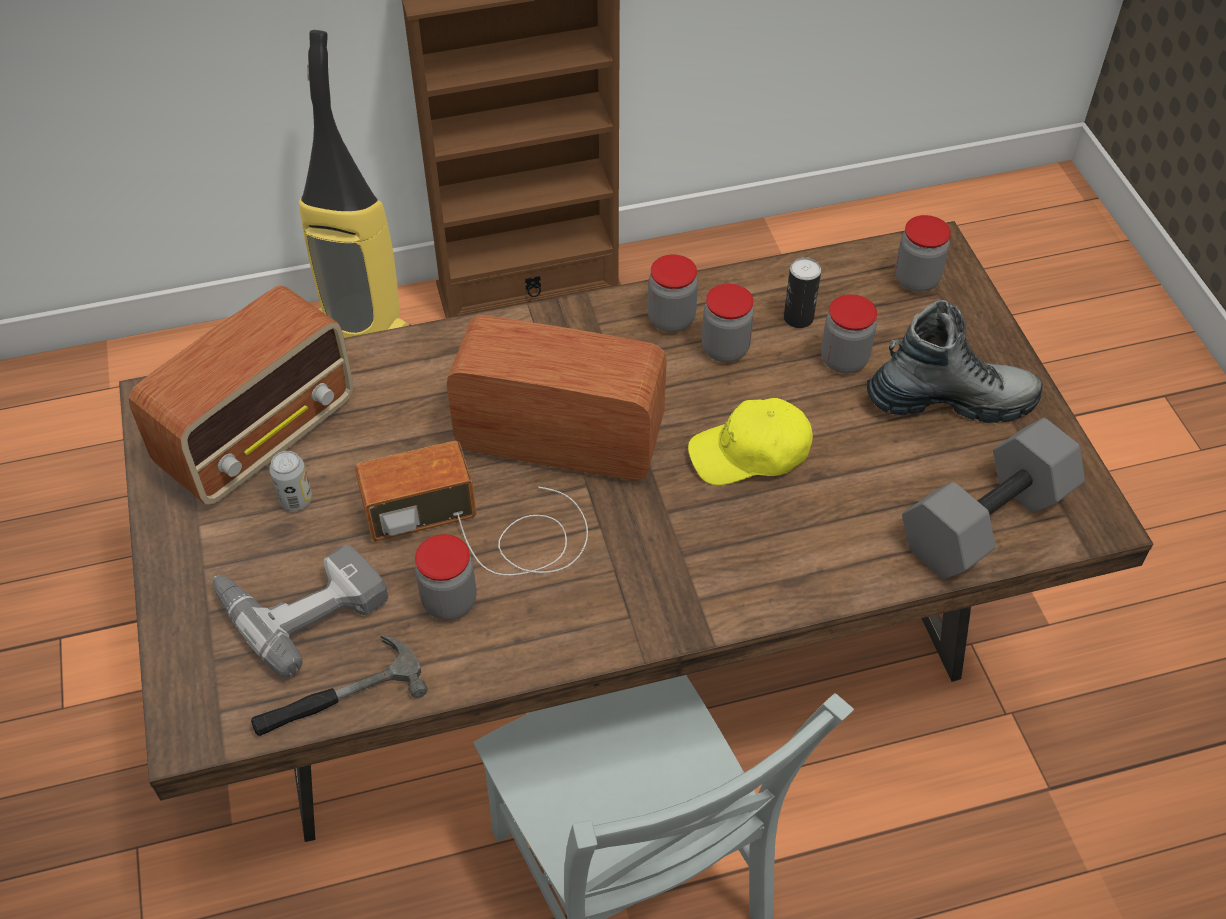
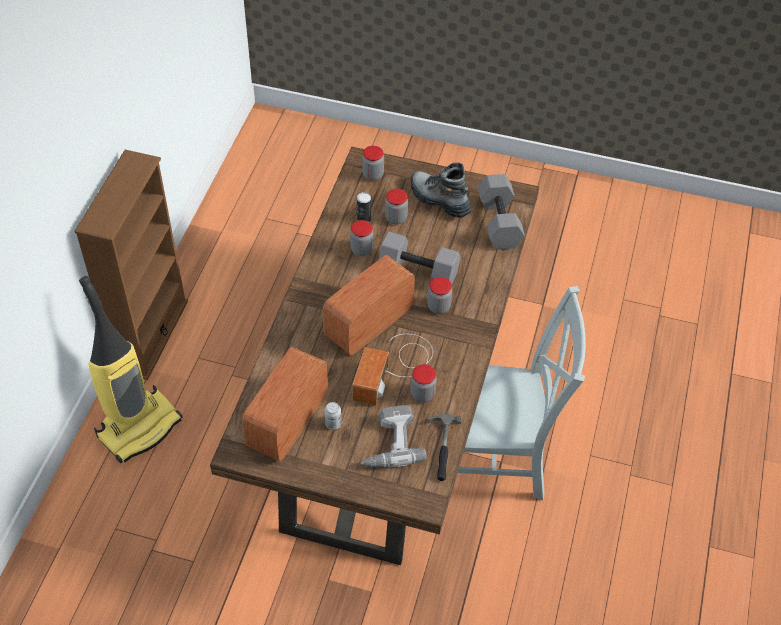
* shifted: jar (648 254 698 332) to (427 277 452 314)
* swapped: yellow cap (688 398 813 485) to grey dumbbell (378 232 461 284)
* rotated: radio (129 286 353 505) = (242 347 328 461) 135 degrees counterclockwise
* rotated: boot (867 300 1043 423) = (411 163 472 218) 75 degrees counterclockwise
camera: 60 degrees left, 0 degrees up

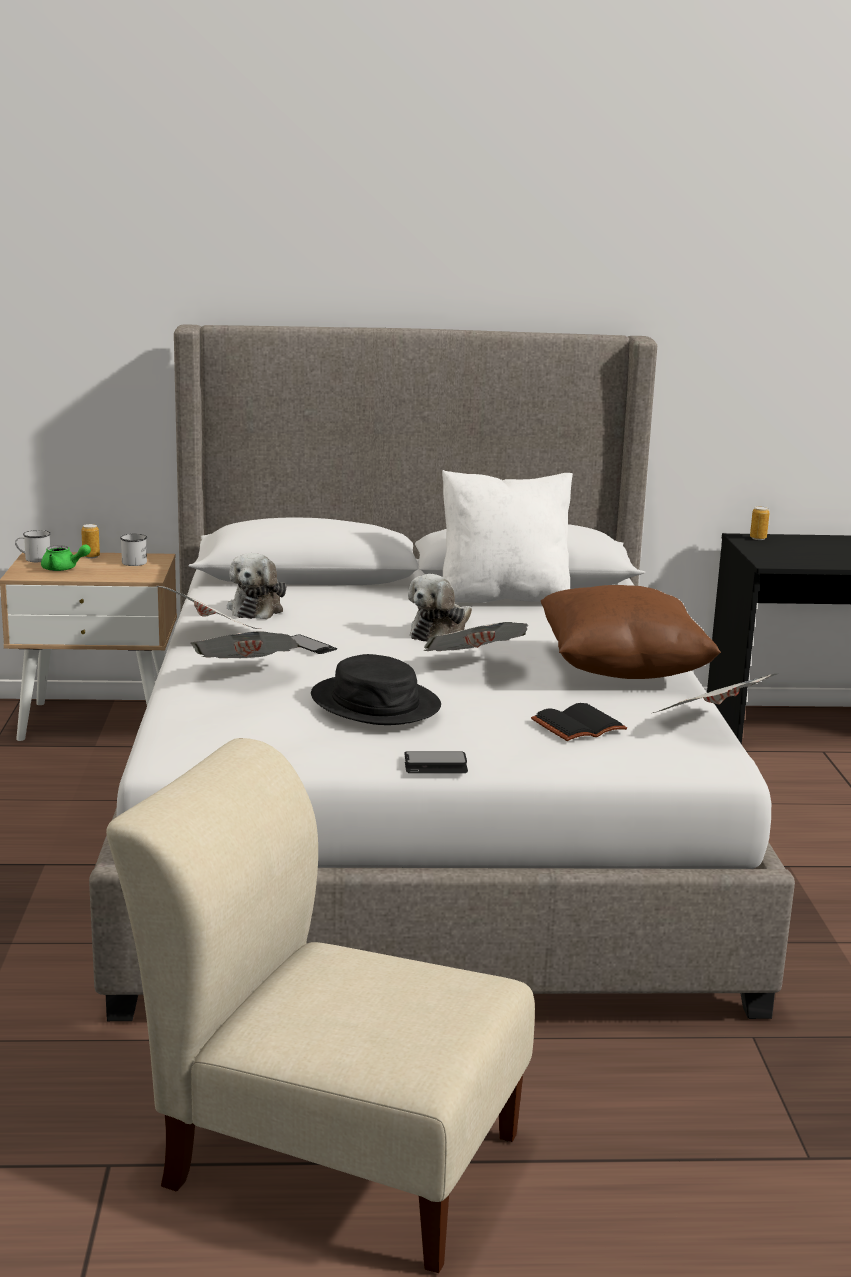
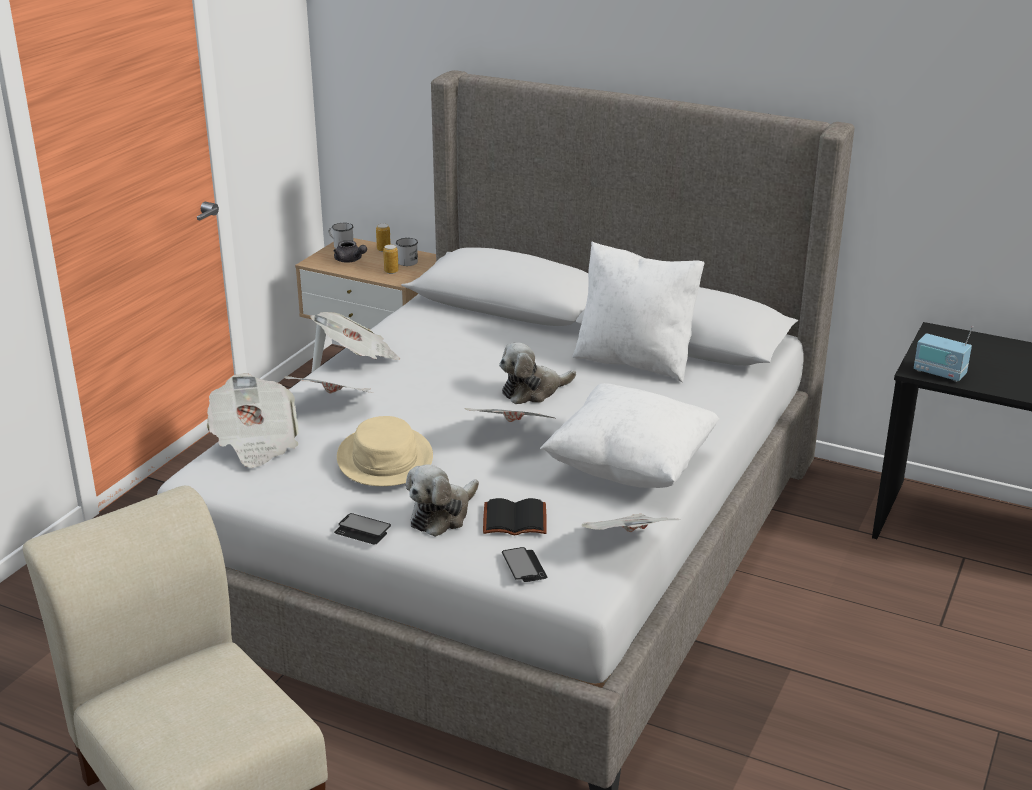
* new: newspaper (206 373 299 468)
* new: radio (914 326 973 382)
* shifted: plush toy (227 553 286 619) to (406 464 479 537)
* shifted: phone (291 635 337 654) to (502 547 547 582)
* shifted: can (750 506 770 540) to (383 244 399 274)
* repainted: green teapot (41 544 91 571) to grey teapot (334 240 367 263)
* repainted: black hat (311 654 441 725) to beige hat (337 416 433 486)
* repainted: brown pillow (541 585 721 679) to white pillow (540 383 719 488)
camera: 30 degrees right, 10 degrees up

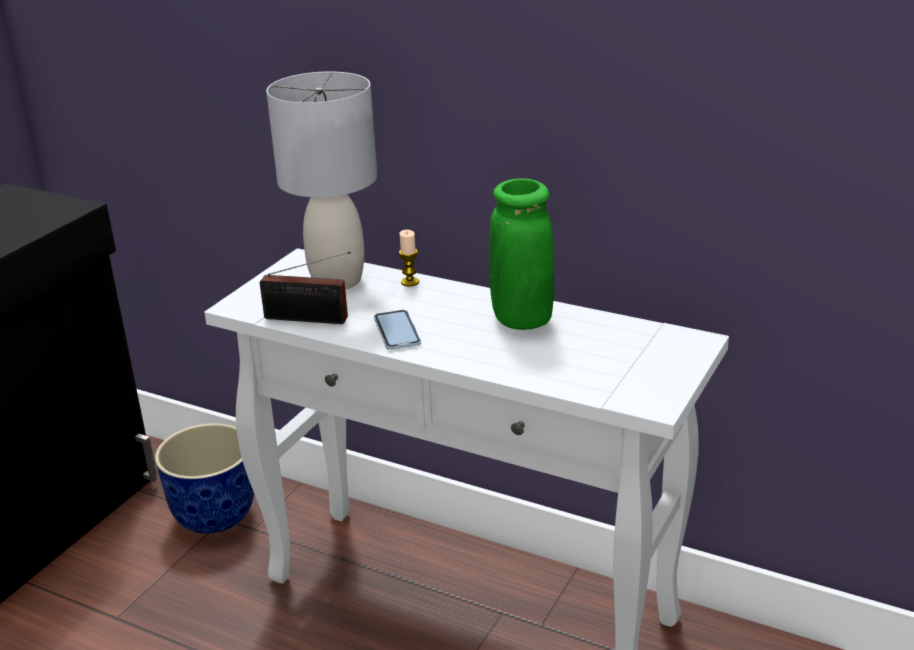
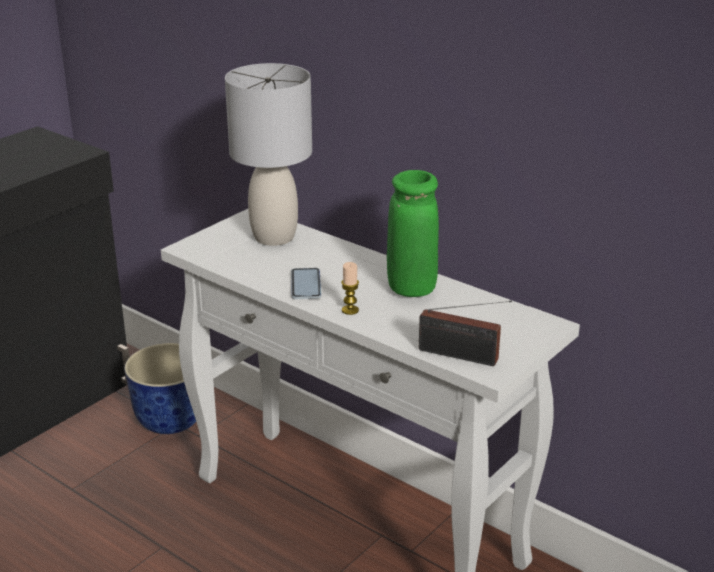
* shifted: radio (260 252 351 324) to (419 300 512 366)
* shifted: candle (399 230 419 286) to (341 262 359 315)
camera: 10 degrees right, 0 degrees up

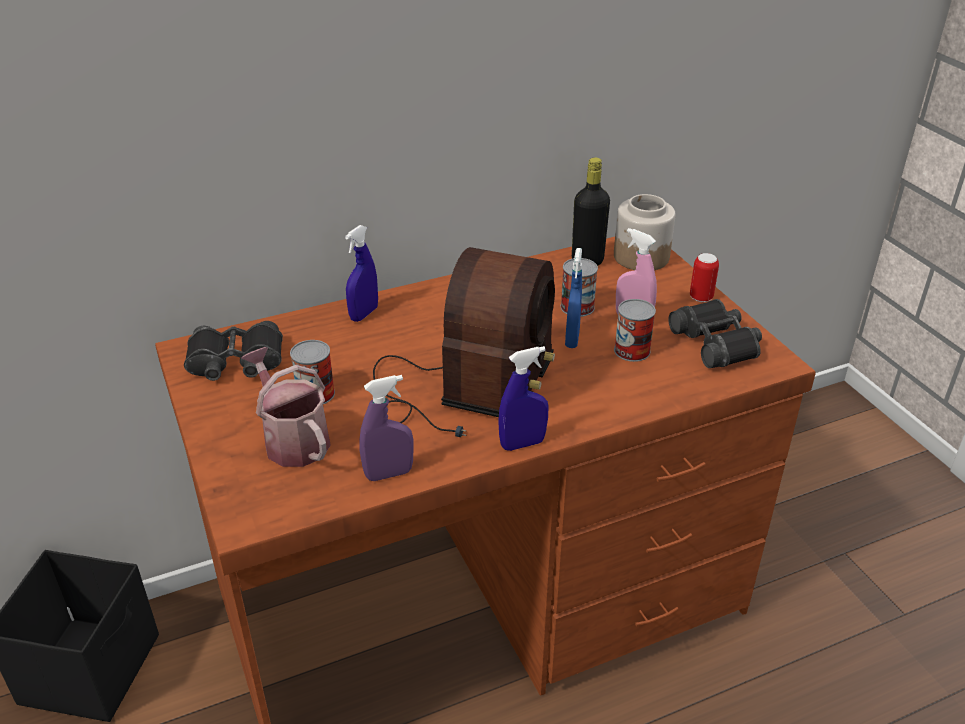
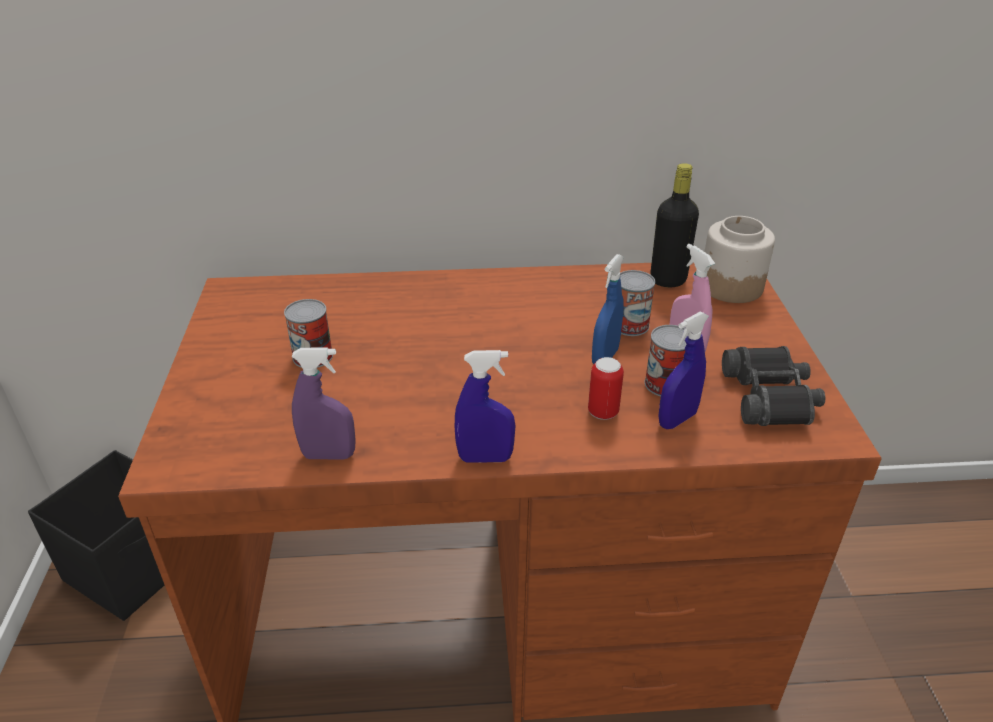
* gone: black binoculars (184 321 283 381)
* gone: watering can (241 347 331 467)
* gone: radio (373 247 555 437)
* shifted: blue spray bottle (345 225 378 322) to (658 311 709 429)
* shifted: can (690 253 719 302) to (588 357 624 420)
camera: 20 degrees right, 0 degrees up

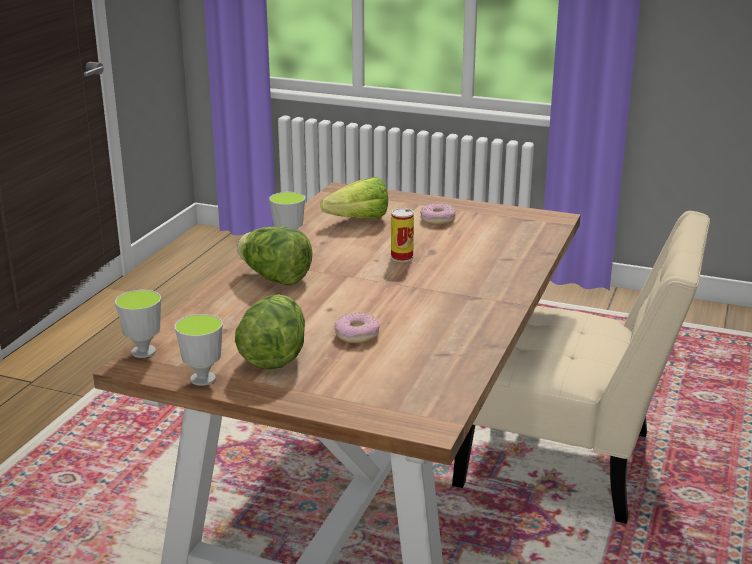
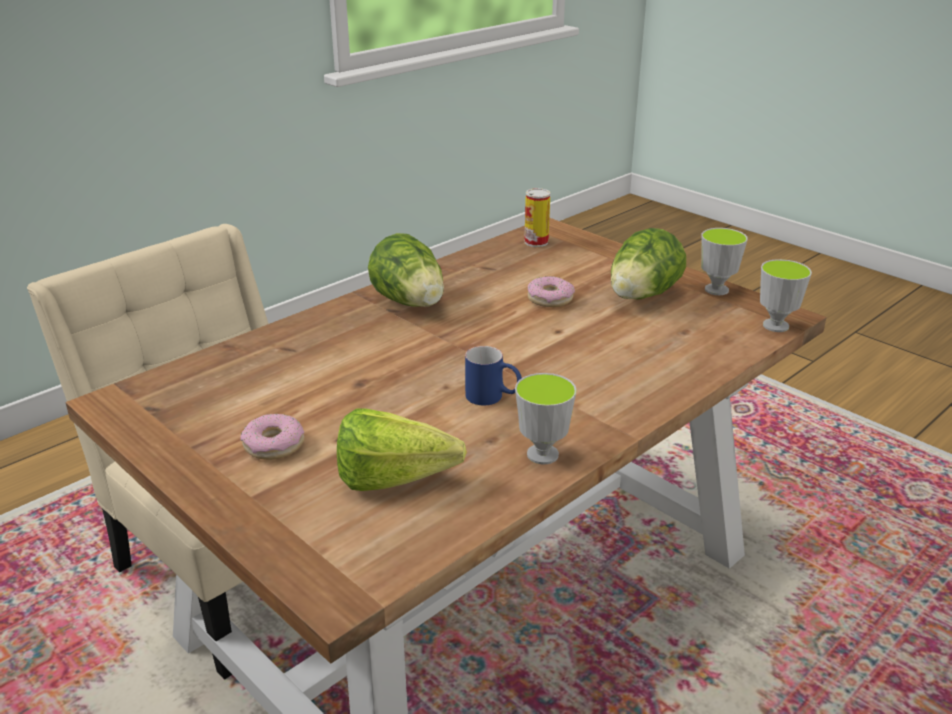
* new: blue mug (465 346 522 405)
* shifted: lettuce (237 227 313 286) to (368 233 444 307)
* shifted: can (391 208 414 262) to (524 188 551 247)
camera: 155 degrees left, 5 degrees up

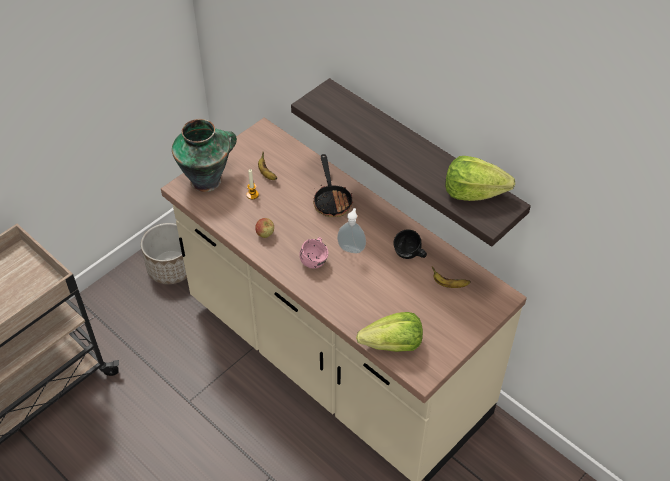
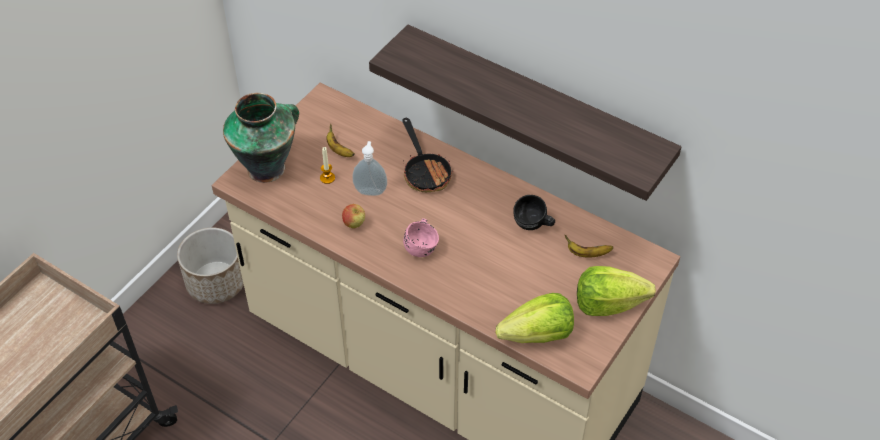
* shifted: soap dispenser (337 208 366 253) to (352 141 387 196)
* shifted: lettuce (445 156 515 201) to (577 266 656 316)
camera: 10 degrees left, 0 degrees up

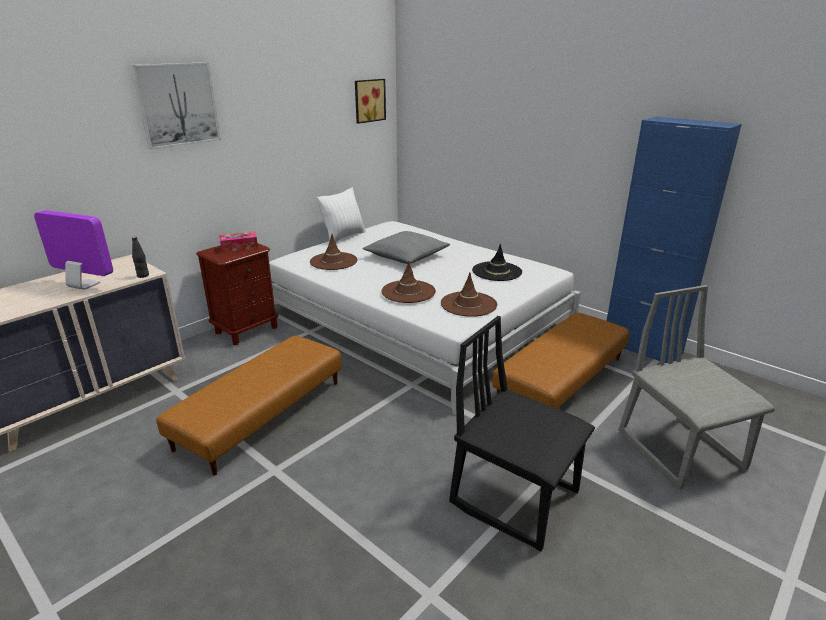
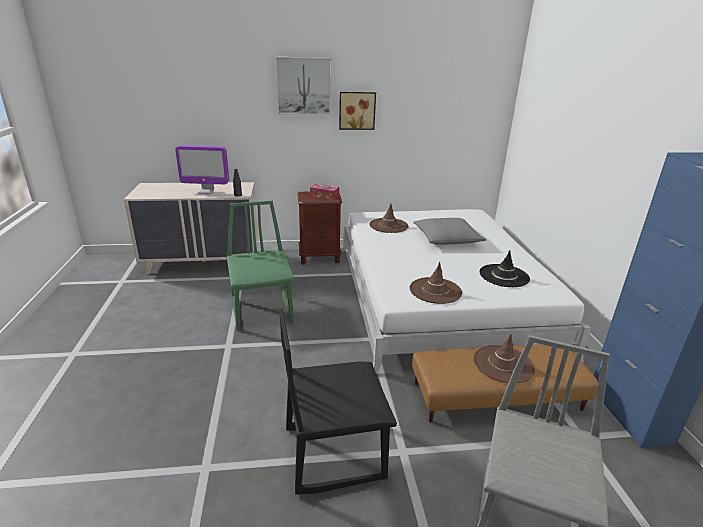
* gone: white pillow (317 188 366 242)
* shifted: picture (355 79 386 124) to (339 92 376 130)
* shifted: brown hat (382 261 436 303) to (474 334 535 383)
* swapped: brown ottoman (156 336 341 476) to green chair (227 201 294 330)
* rotated: monitor (34 210 113 290) = (175 145 229 194) 120 degrees clockwise
* rotated: black chair (449 316 595 552) = (279 309 397 495) 90 degrees counterclockwise
camera: 40 degrees right, 0 degrees up

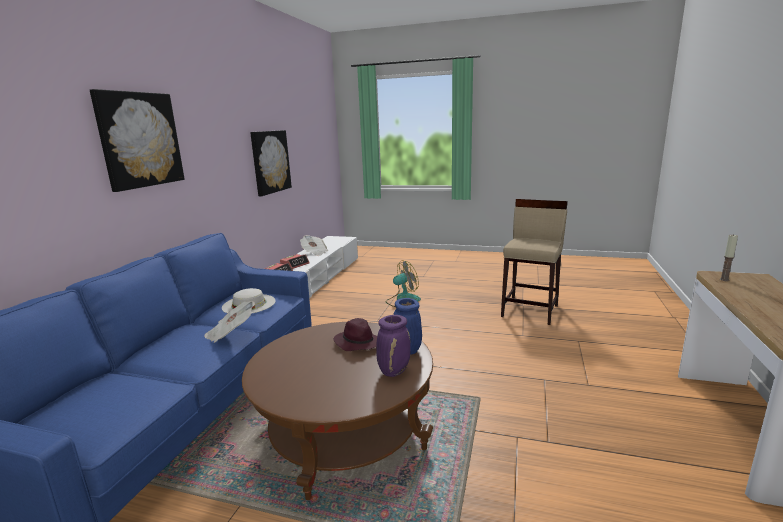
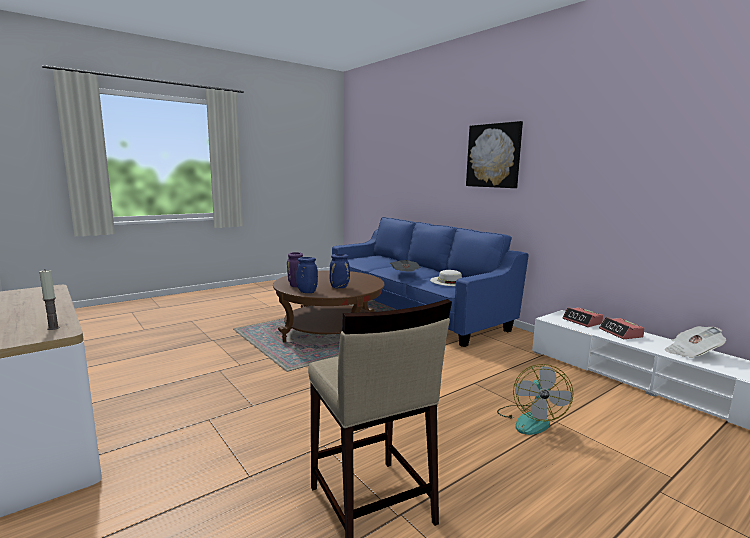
* gone: picture (250 130 292 196)
* swapped: purple hat (334 318 377 351) to blue vase (329 254 350 288)
camera: 125 degrees right, 5 degrees down

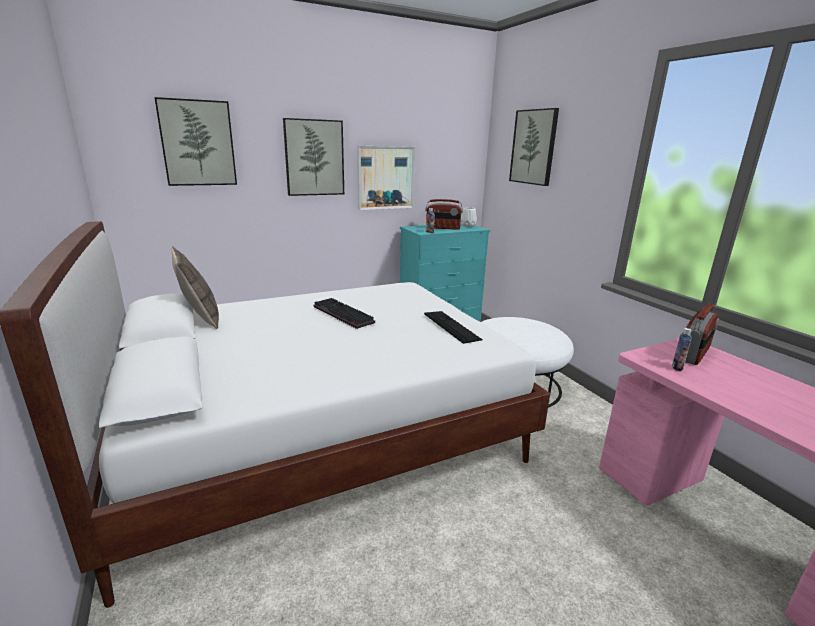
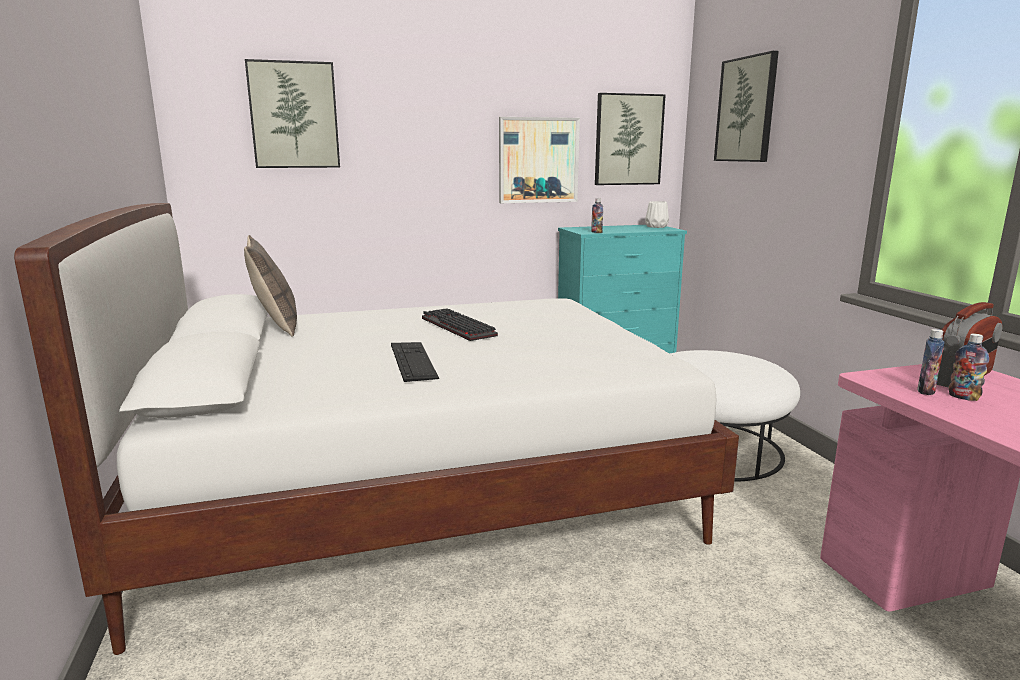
* gone: radio (426 199 463 230)
* new: bottle (949 334 989 401)
* shifted: picture (283 118 344 196) to (595 93 665 185)
* shifted: keyboard (424 311 483 344) to (391 342 439 382)
camera: 10 degrees right, 5 degrees down

